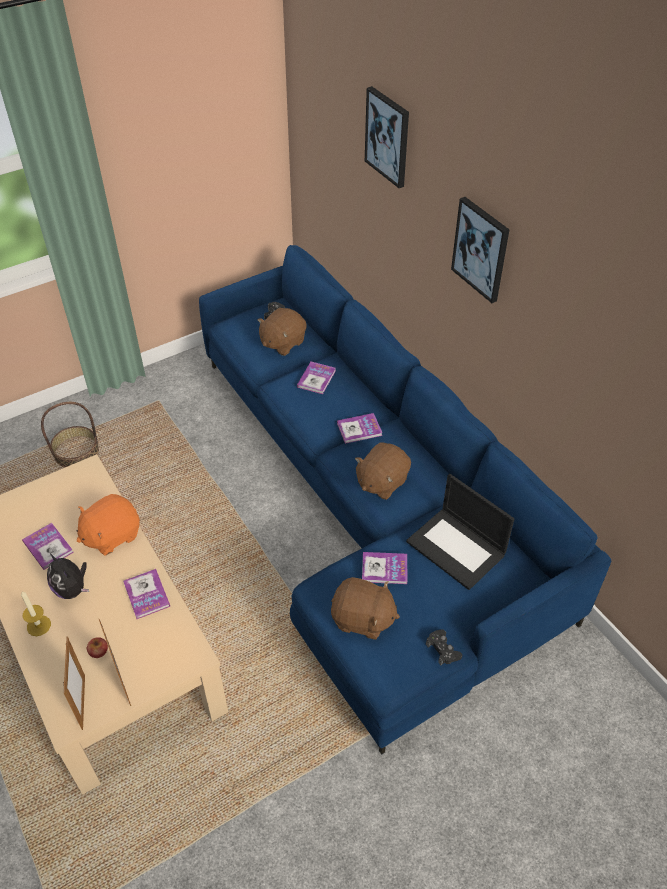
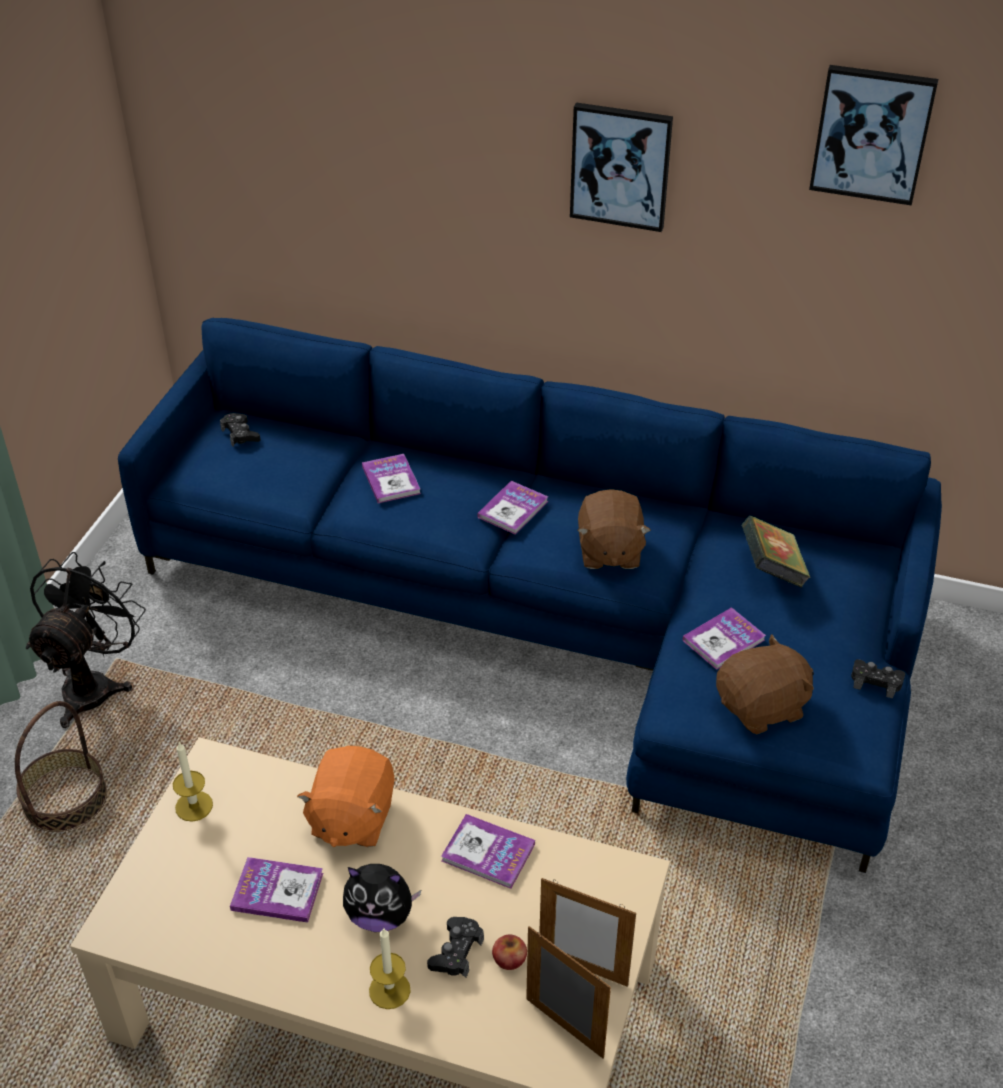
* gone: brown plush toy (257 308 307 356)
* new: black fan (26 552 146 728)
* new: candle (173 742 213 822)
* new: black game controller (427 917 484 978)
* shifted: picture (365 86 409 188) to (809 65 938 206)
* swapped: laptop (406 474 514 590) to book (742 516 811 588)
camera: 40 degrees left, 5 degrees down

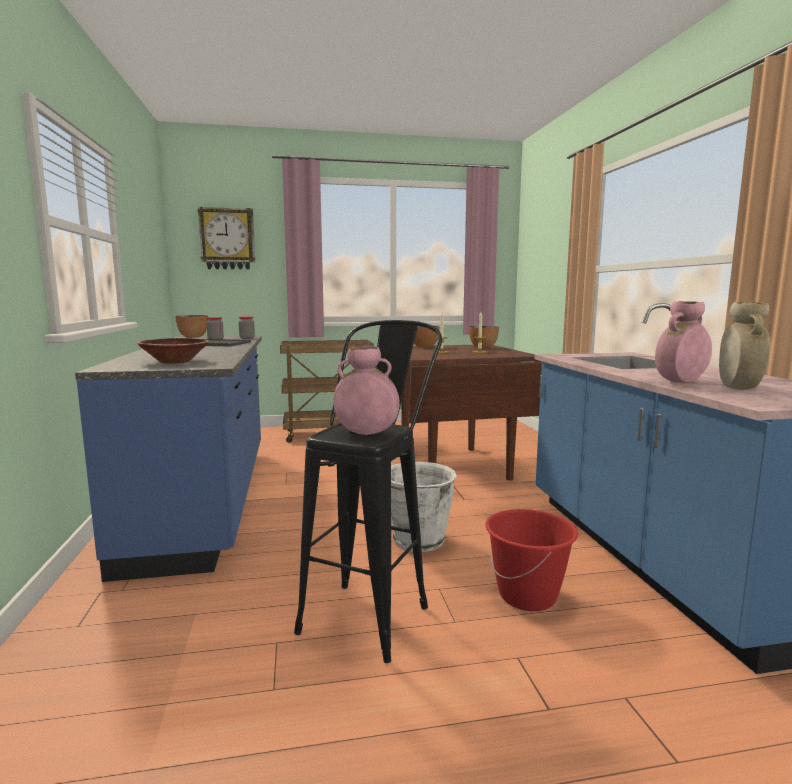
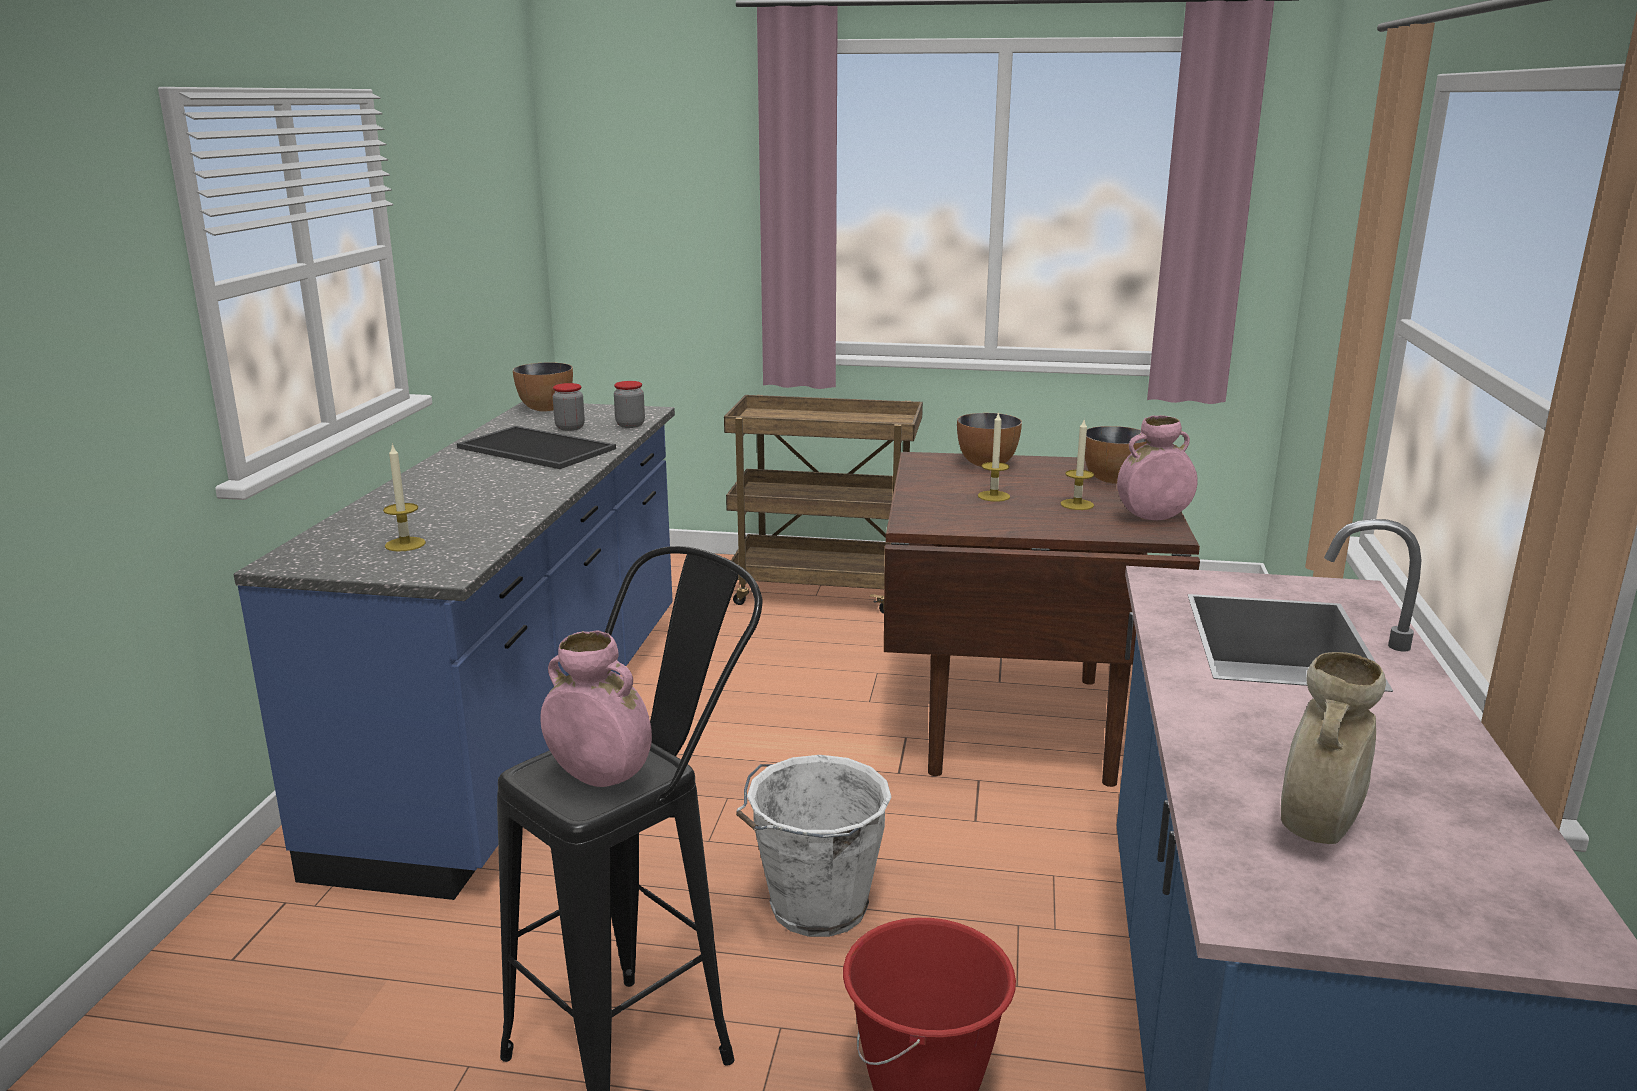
* gone: wall clock (198 207 255 269)
* shifted: pink vase (655 301 712 383) to (1117 415 1198 520)
* swapped: brown bowl (137 338 209 364) to candle (383 443 426 552)
camera: 20 degrees right, 10 degrees up

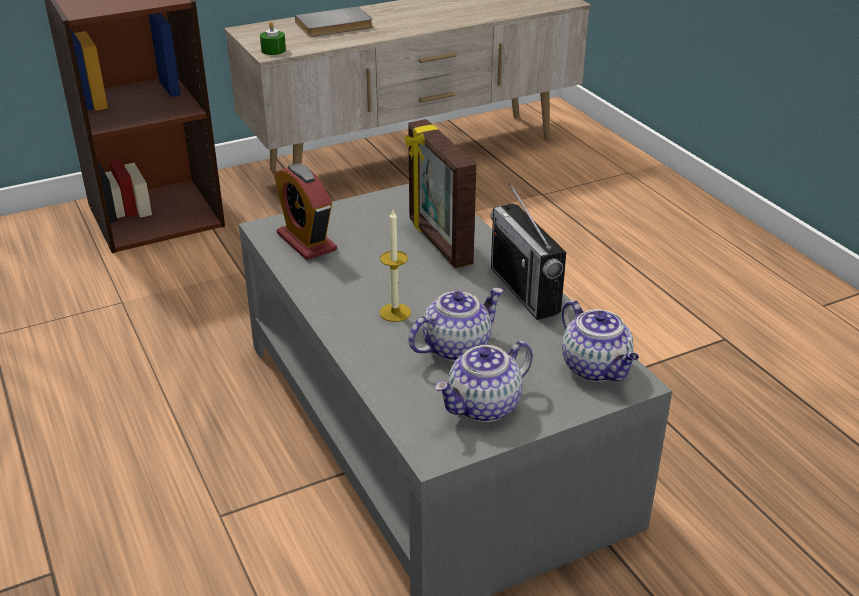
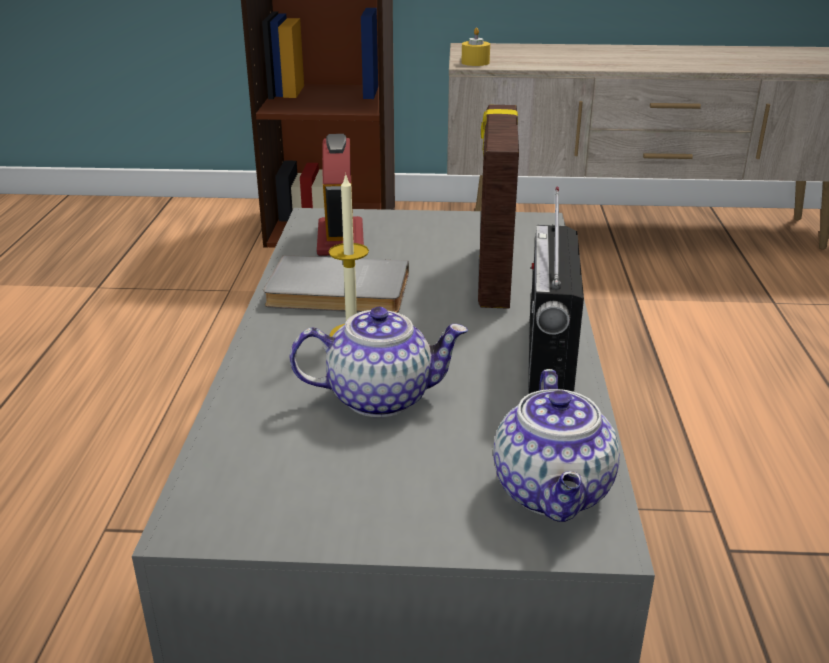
* gone: teapot (435 341 533 422)
* shifted: grey book (295 6 373 37) to (263 255 409 313)
* repainted: green candle (260 22 286 55) to yellow candle (461 28 490 66)
camera: 30 degrees right, 5 degrees down

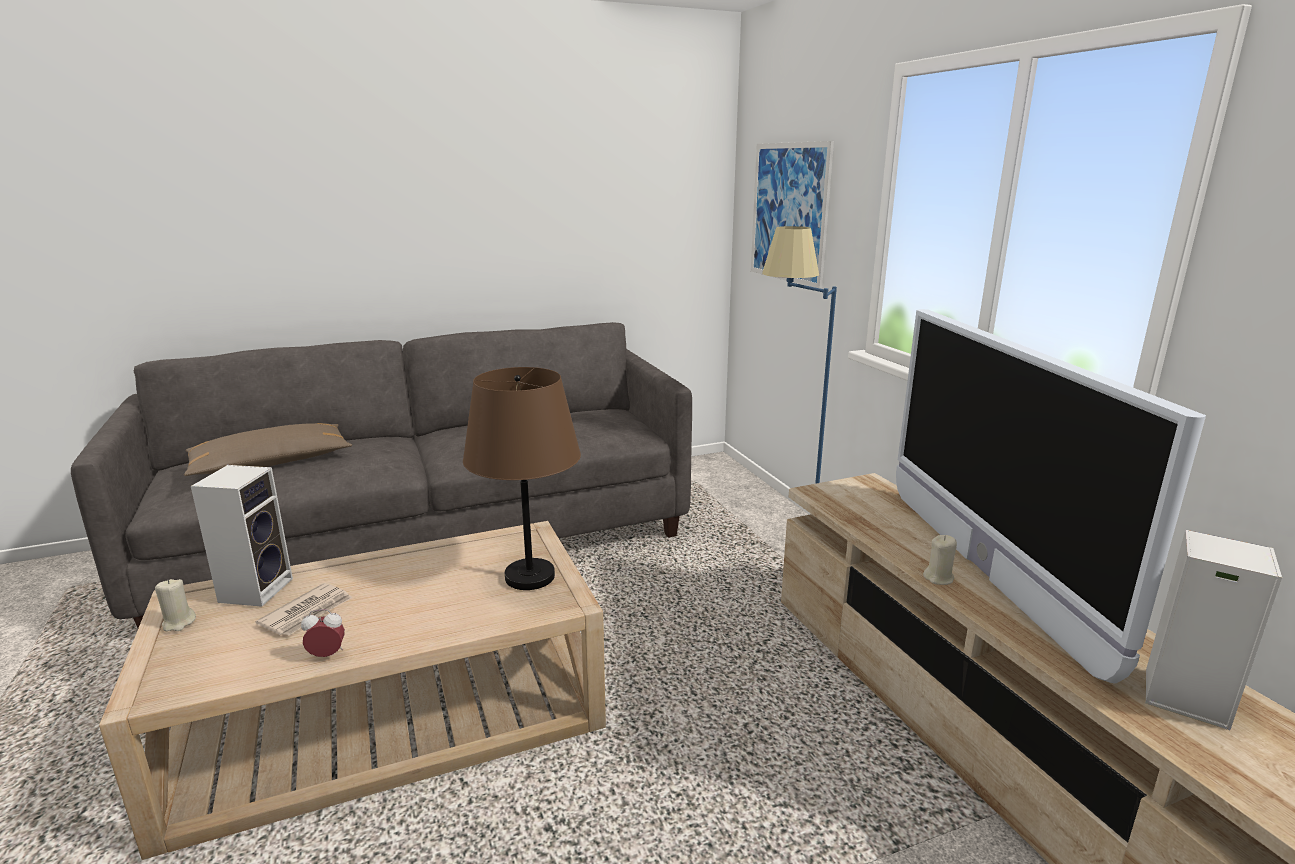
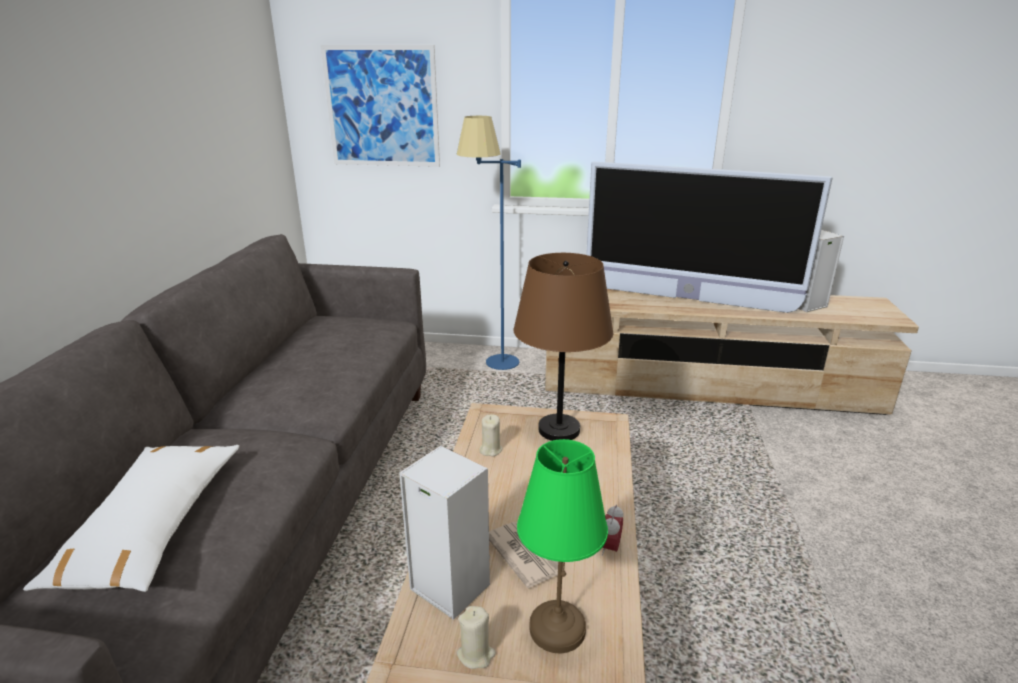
* new: green table lamp (517 439 608 654)
* shifted: beige candle (923 535 957 585) to (479 414 502 456)
* repainted: brown pillow (184 423 352 476) to white pillow (23 445 239 592)
camera: 60 degrees left, 5 degrees up

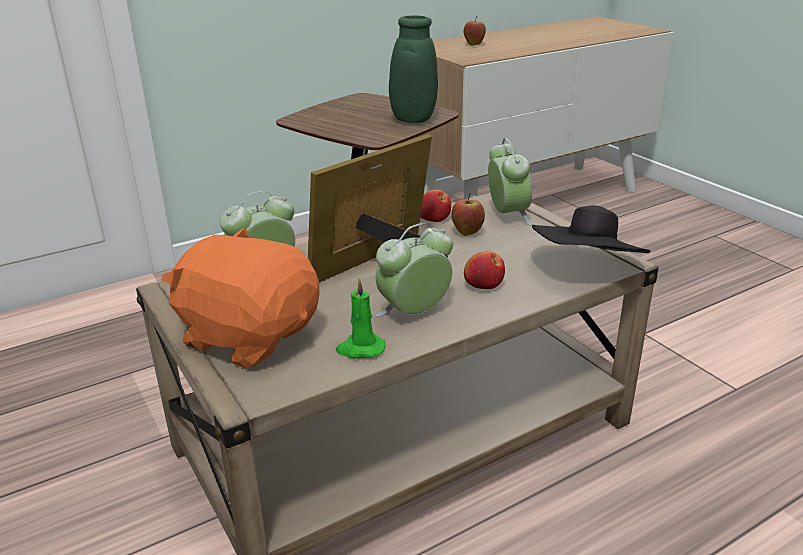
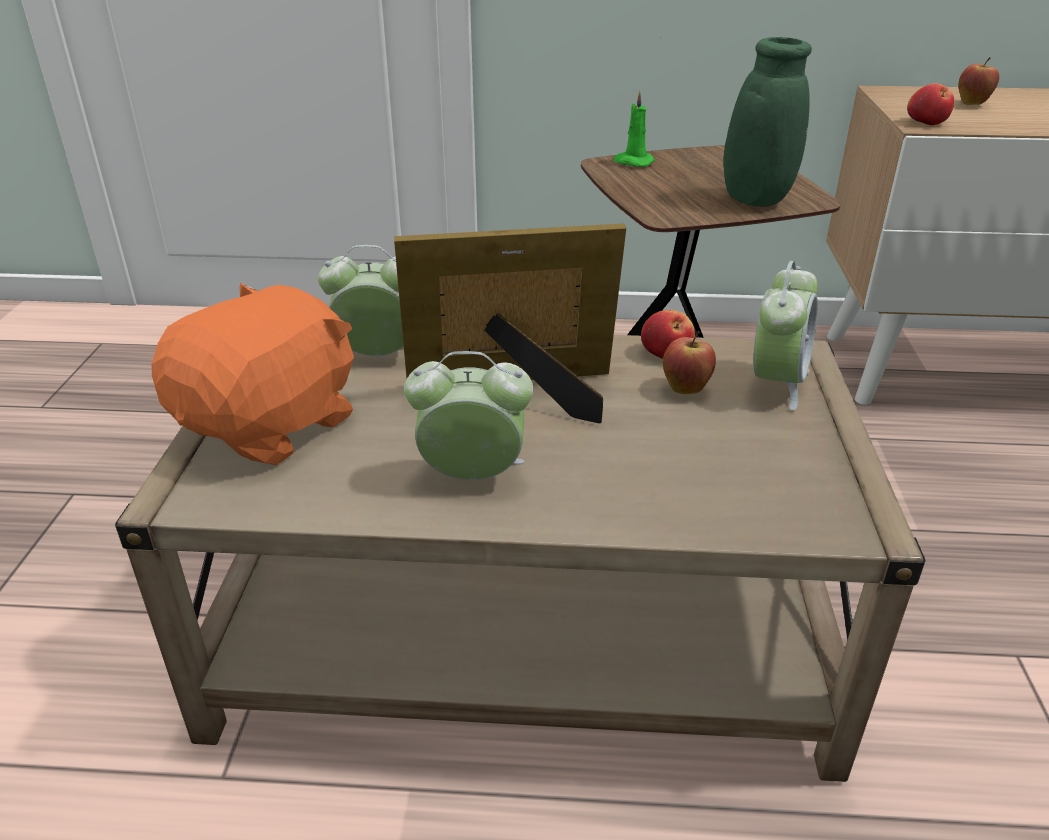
* gone: black hat (532 205 650 253)
* shifted: green candle (336 279 385 359) to (613 90 655 167)
* shifted: apple (464 251 505 289) to (907 83 954 125)
* rotated: orange plush toy (161 227 319 369) = (152 283 354 465) 60 degrees clockwise
camera: 35 degrees right, 5 degrees up

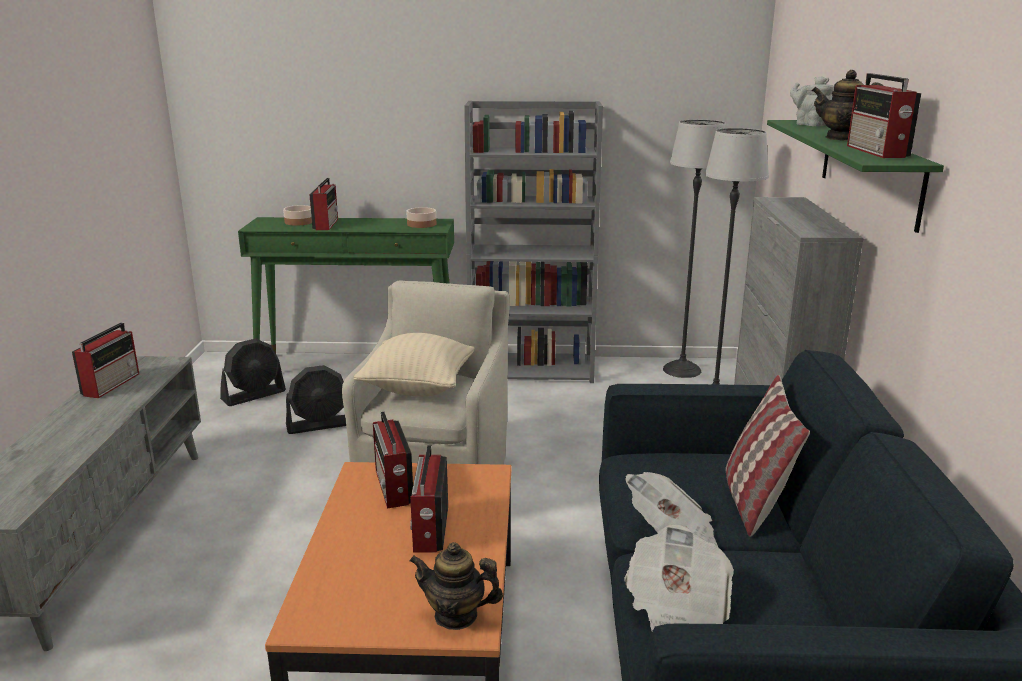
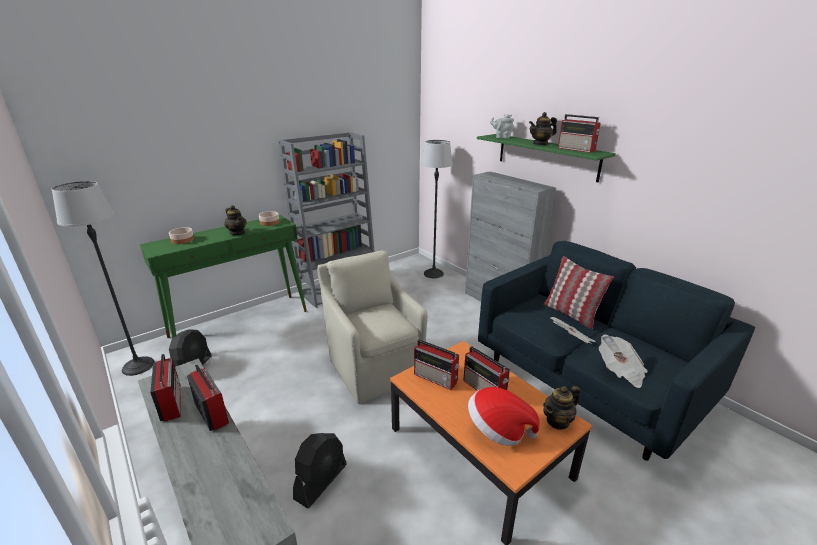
* gone: beige pillow (354 333 474 397)
* new: teapot (224 205 247 235)
* new: hat (468 387 540 446)
* shifted: black fan (286 365 346 434) to (293 433 347 509)
* shifted: radio (309 178 338 230) to (187 364 229 431)
* shifted: floor lamp (663 120 726 378) to (52 181 155 376)
camera: 40 degrees left, 5 degrees up

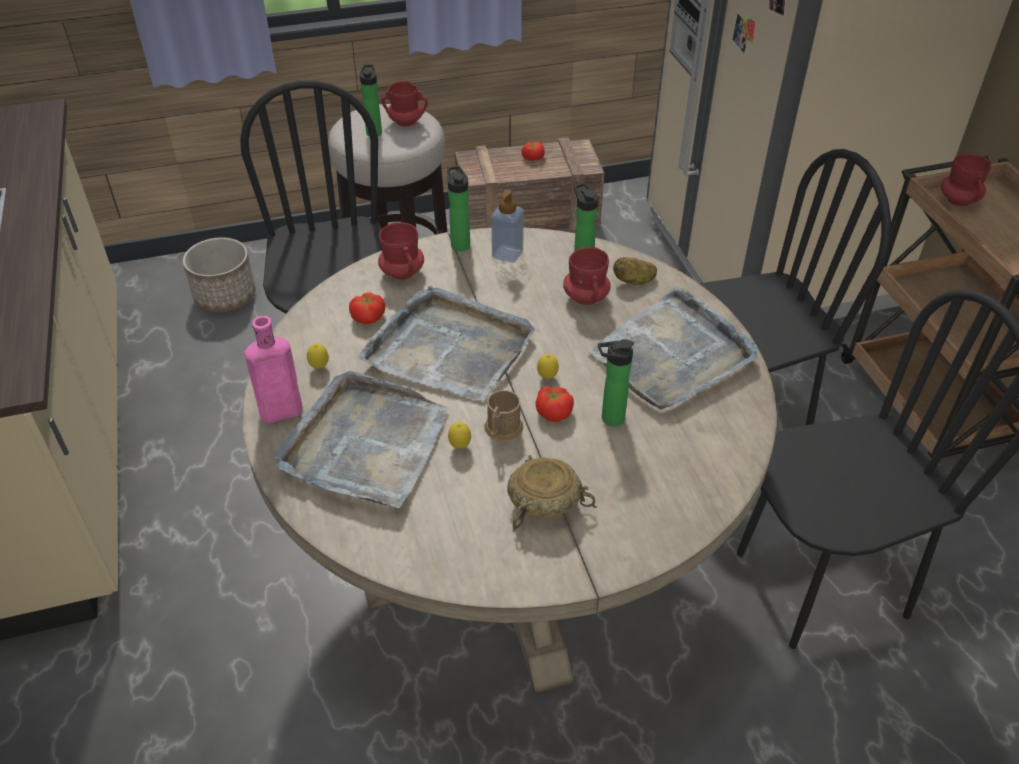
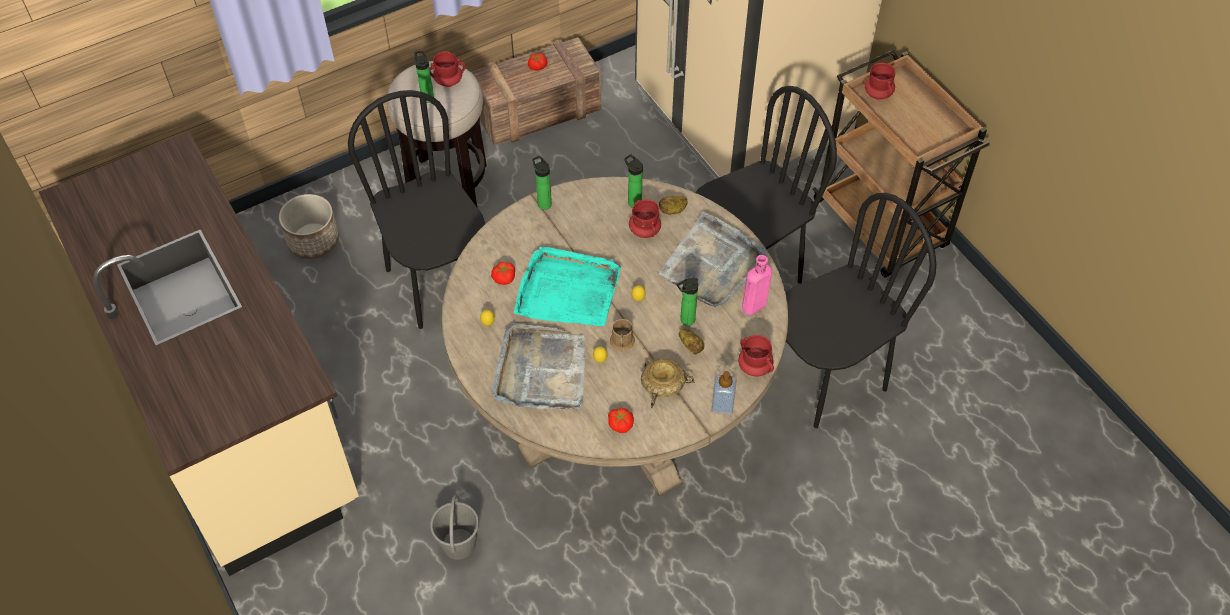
* new: grey bucket (430 495 479 560)
* new: potato (679 329 704 355)
* shifted: pink bottle (244 316 303 423) to (742 255 772 315)
* shifted: red mug (378 222 424 280) to (738 335 774 377)
* shifted: soap dispenser (491 189 524 263) to (712 371 737 414)
* shifted: tomato (535 386 574 422) to (608 408 634 433)
* repainted: grey tray (358 286 535 401) to turquoise tray (514 247 621 326)
camera: 15 degrees left, 10 degrees up

